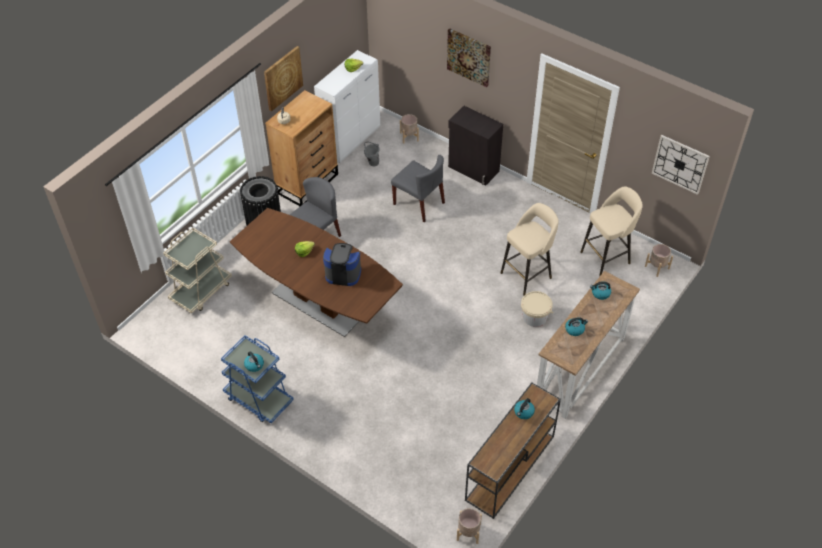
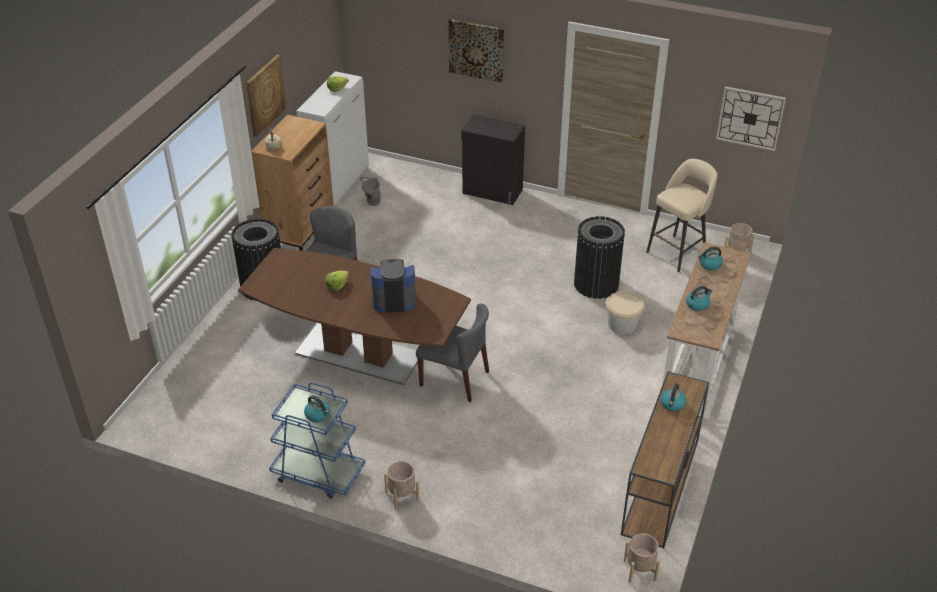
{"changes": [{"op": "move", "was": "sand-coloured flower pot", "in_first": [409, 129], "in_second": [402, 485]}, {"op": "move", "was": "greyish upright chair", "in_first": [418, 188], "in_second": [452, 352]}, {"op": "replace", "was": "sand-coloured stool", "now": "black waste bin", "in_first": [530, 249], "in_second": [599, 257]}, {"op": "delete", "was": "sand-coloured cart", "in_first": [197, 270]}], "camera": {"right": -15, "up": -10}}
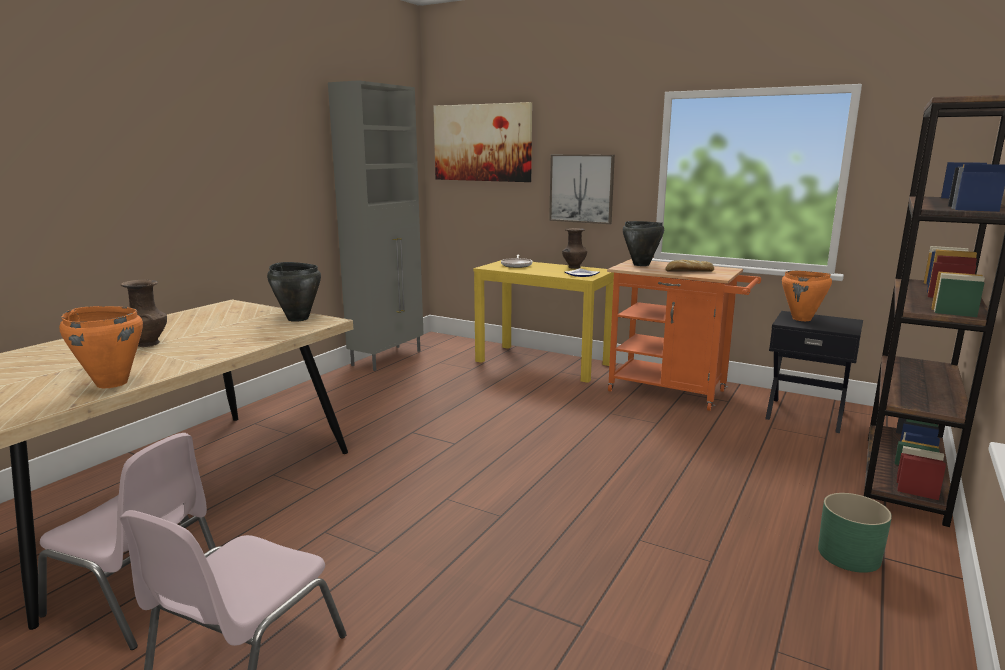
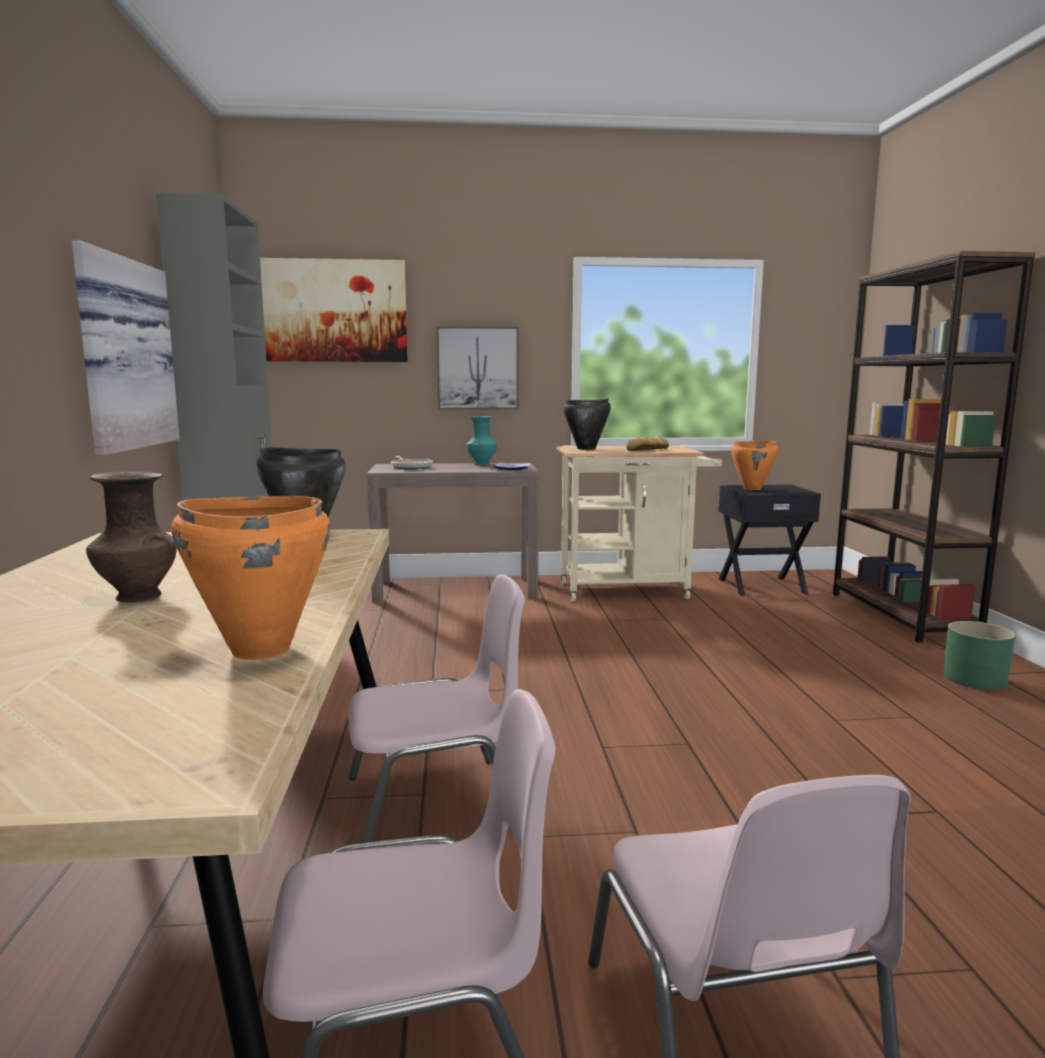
{"changes": [{"op": "recolor", "was": "brownish decorative vase", "now": "turquoise-coloured decorative vase", "in_first": [574, 248], "in_second": [481, 440]}, {"op": "recolor", "was": "orangey cart", "now": "sand-coloured cart", "in_first": [684, 335], "in_second": [639, 524]}, {"op": "recolor", "was": "yellow narrow table", "now": "brownish narrow table", "in_first": [543, 321], "in_second": [453, 532]}, {"op": "insert", "now": "wall art", "in_second": [126, 348]}, {"op": "insert", "now": "pink-coloured upright chair", "in_second": [436, 708]}], "camera": {"right": -35, "up": -5}}
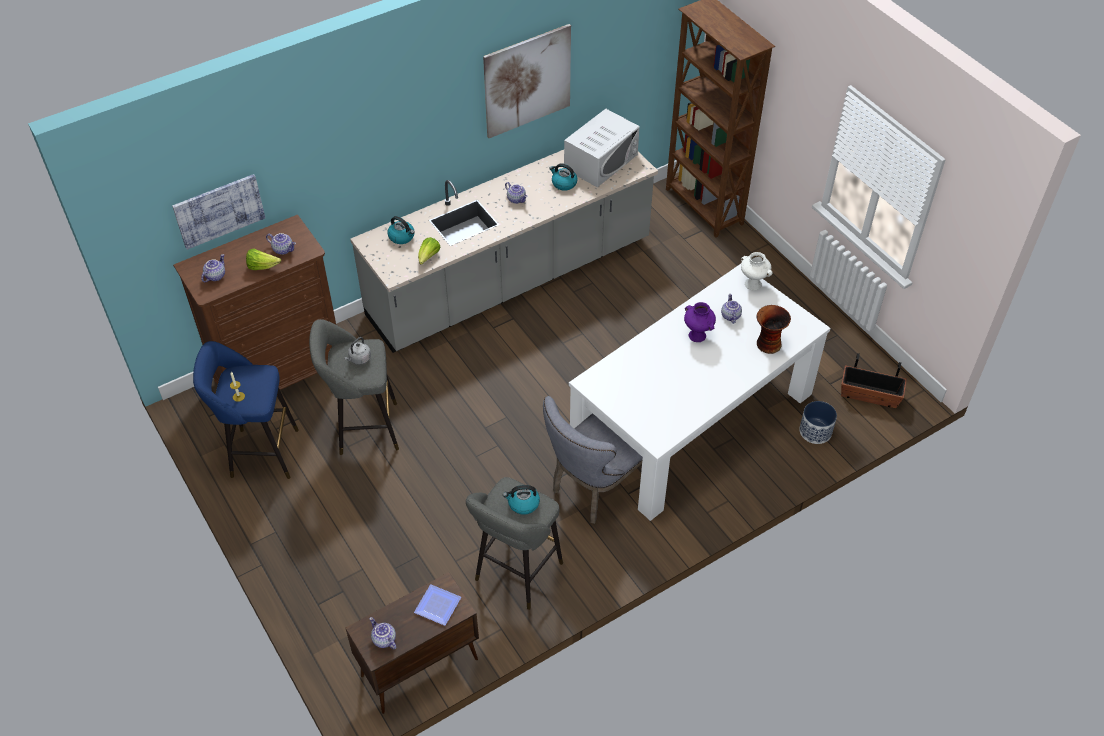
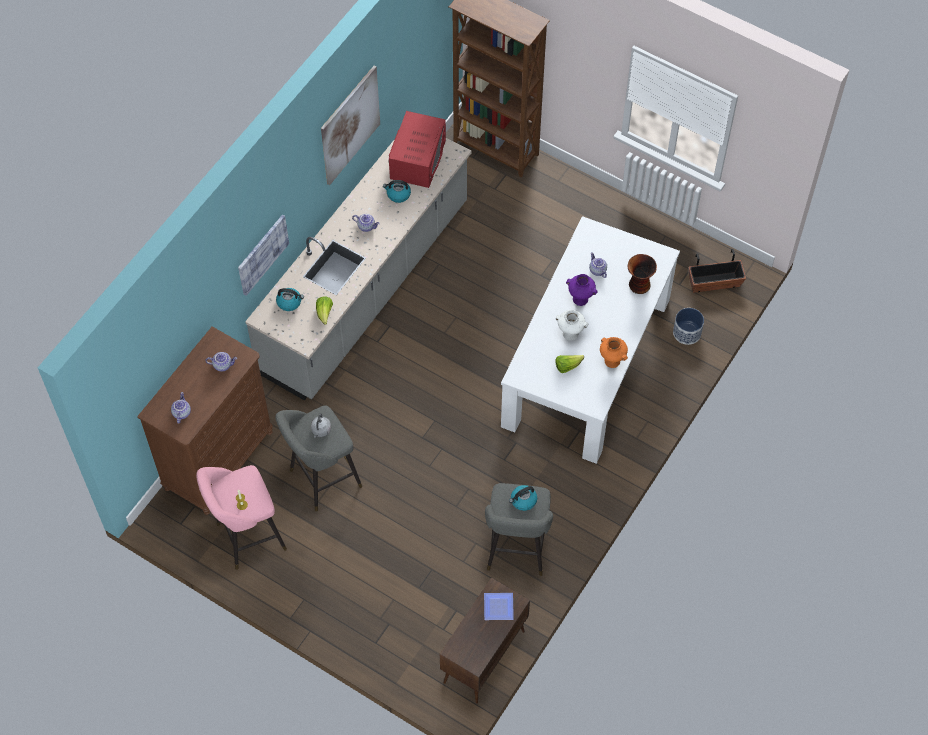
{"changes": [{"op": "recolor", "was": "white microwave", "now": "reddish microwave", "in_first": [602, 148], "in_second": [417, 149]}, {"op": "move", "was": "wall art", "in_first": [218, 212], "in_second": [263, 255]}, {"op": "move", "was": "head of lettuce", "in_first": [263, 259], "in_second": [569, 364]}, {"op": "move", "was": "white decorative vase", "in_first": [757, 271], "in_second": [572, 325]}, {"op": "recolor", "was": "blue-coloured stool", "now": "pink-coloured stool", "in_first": [246, 410], "in_second": [241, 517]}, {"op": "delete", "was": "greyish upright chair", "in_first": [593, 460]}, {"op": "delete", "was": "pot for tea", "in_first": [383, 633]}, {"op": "insert", "now": "orangey decorative vase", "in_second": [614, 352]}], "camera": {"right": -25, "up": 10}}
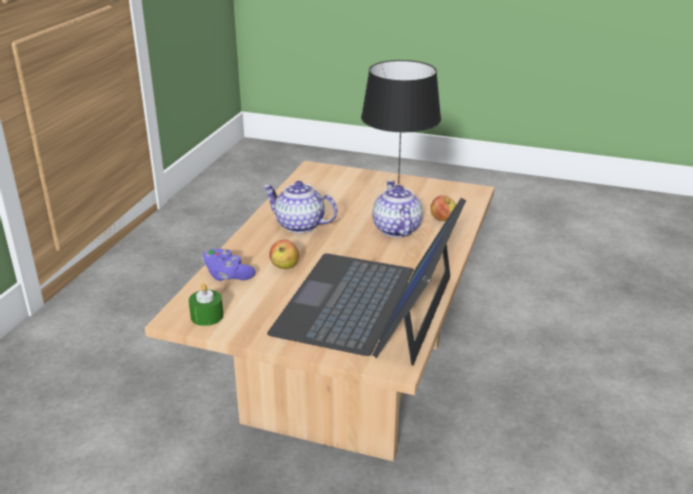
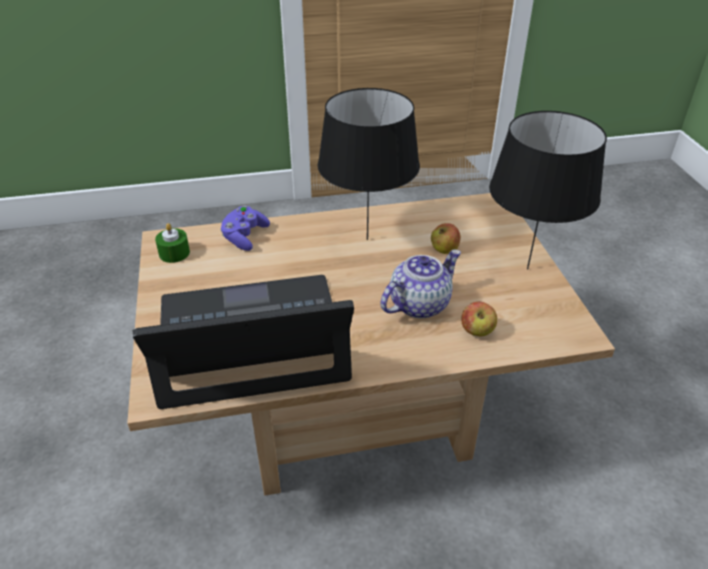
{"changes": [{"op": "replace", "was": "pot for tea", "now": "black tabletop lamp", "in_first": [300, 207], "in_second": [369, 164]}, {"op": "move", "was": "whole apple", "in_first": [284, 254], "in_second": [446, 238]}], "camera": {"right": 60, "up": 10}}
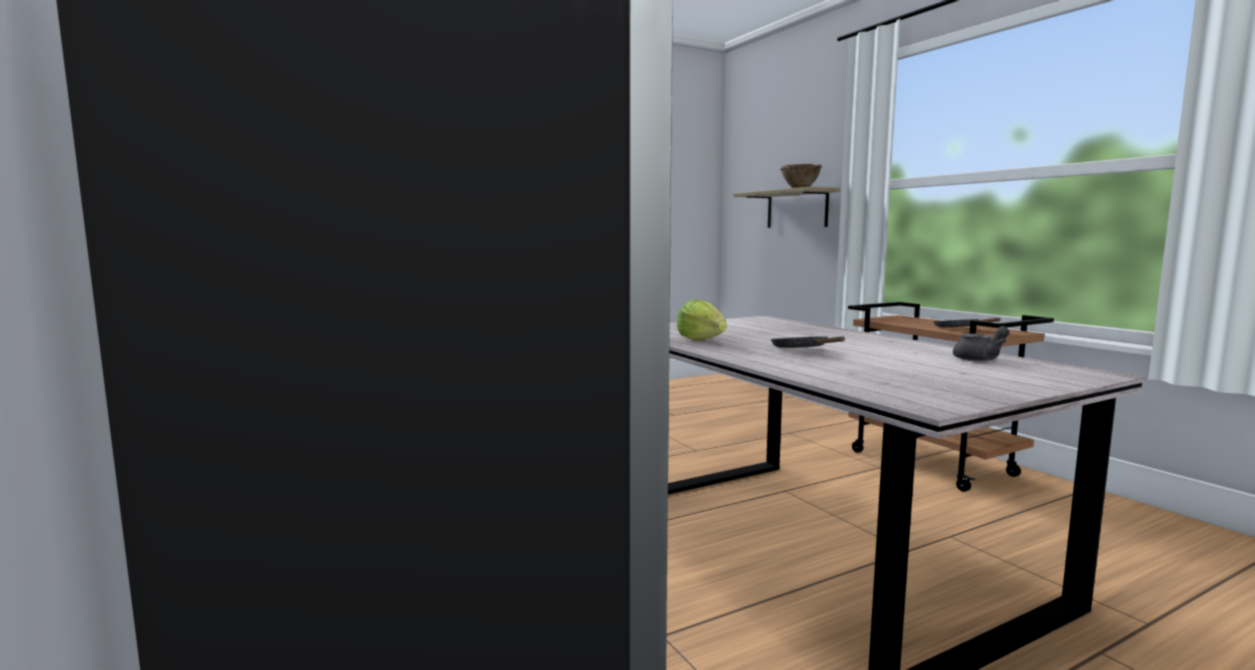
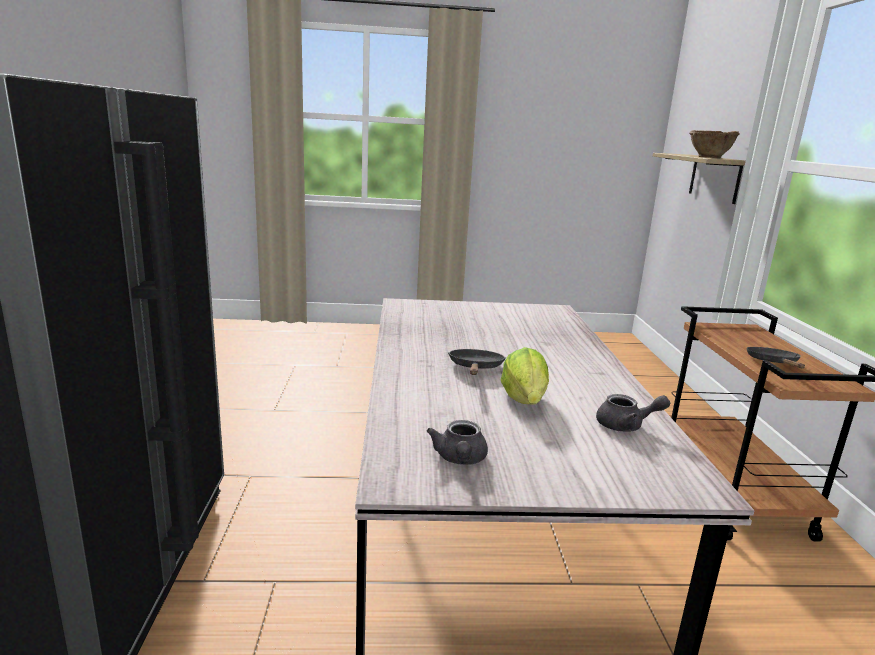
{"changes": [{"op": "move", "was": "head of lettuce", "in_first": [702, 319], "in_second": [525, 375]}, {"op": "insert", "now": "greyish pot for tea", "in_second": [457, 442]}], "camera": {"right": 25, "up": 10}}
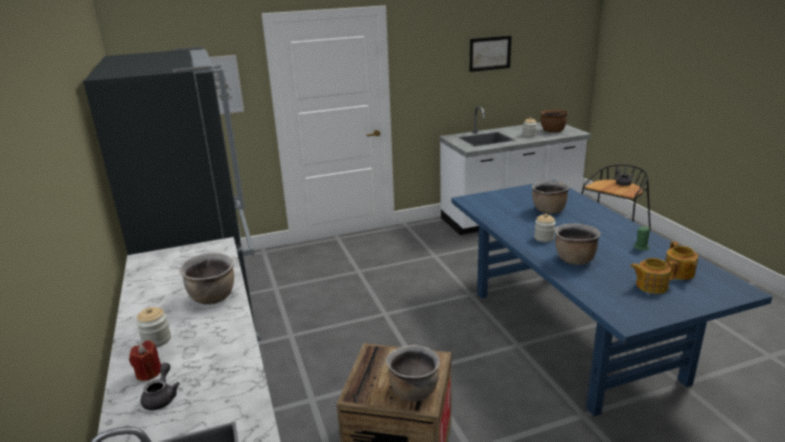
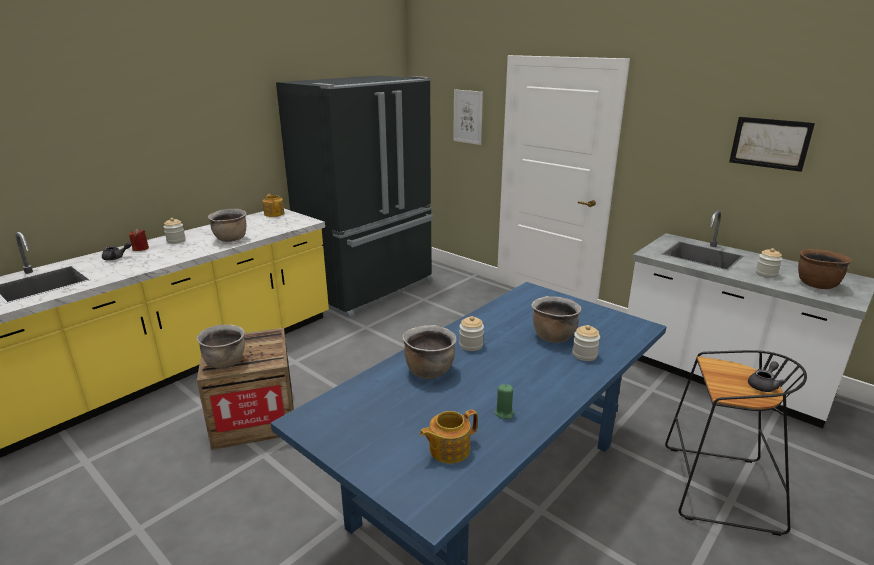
{"changes": [{"op": "move", "was": "pot for tea", "in_first": [654, 276], "in_second": [273, 205]}, {"op": "insert", "now": "preserve jar", "in_second": [586, 343]}], "camera": {"right": 60, "up": 0}}
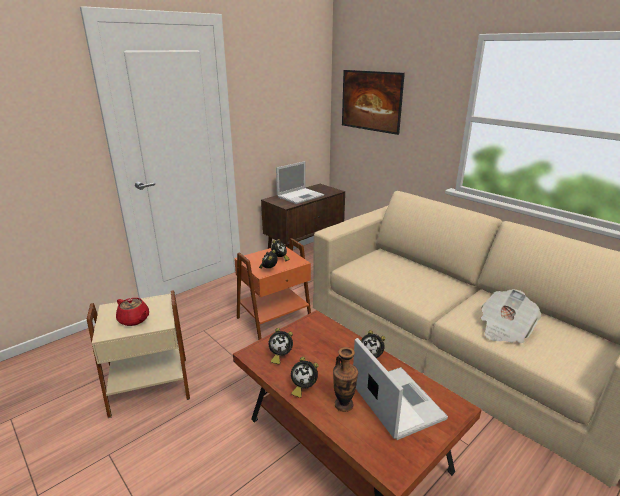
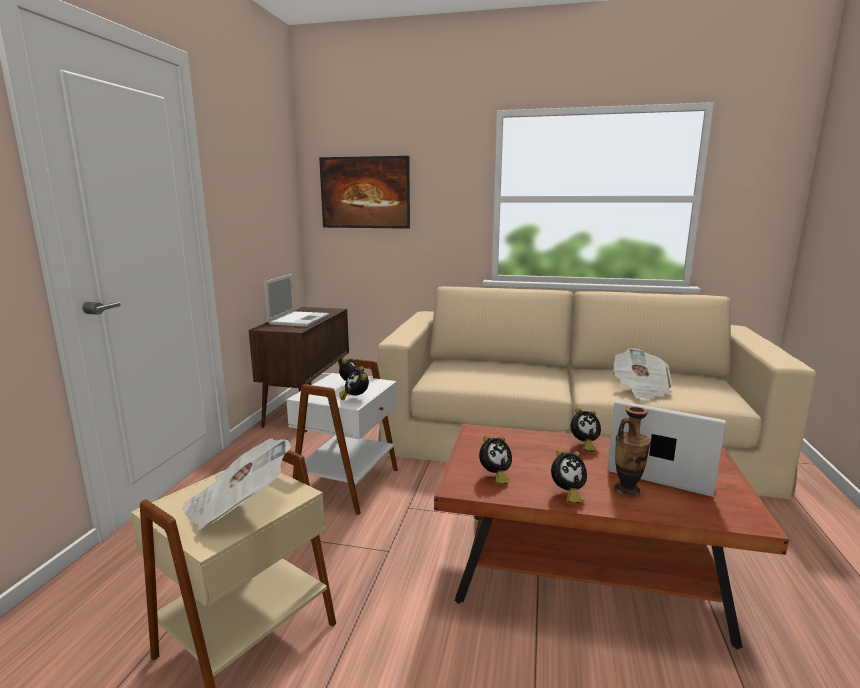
{"changes": [{"op": "recolor", "was": "orangey side table", "now": "white side table", "in_first": [272, 289], "in_second": [342, 436]}, {"op": "replace", "was": "reddish pot for tea", "now": "newspaper", "in_first": [132, 312], "in_second": [236, 484]}], "camera": {"right": -35, "up": -10}}
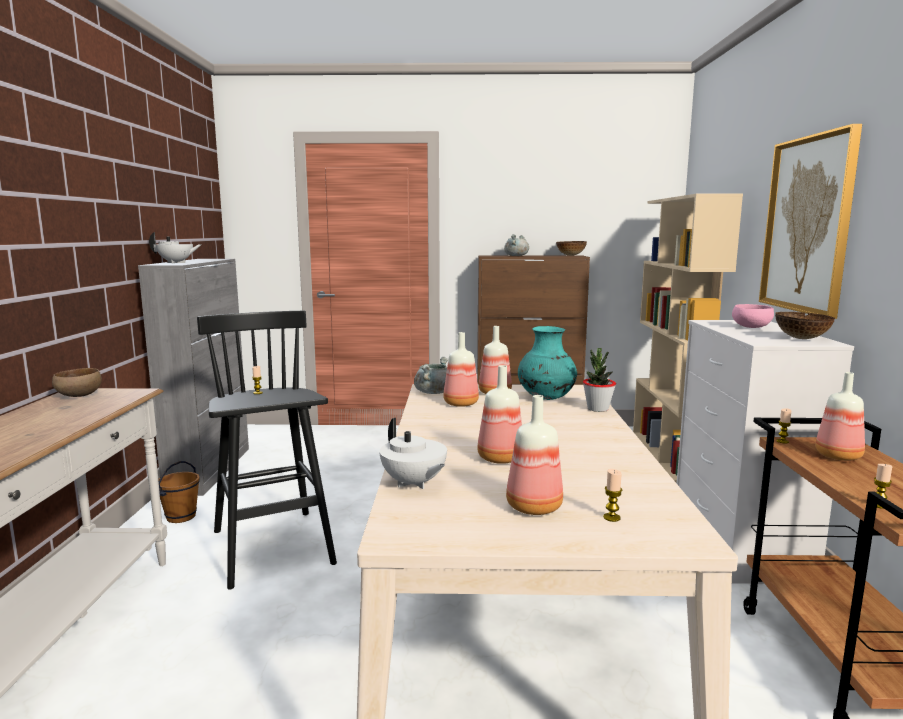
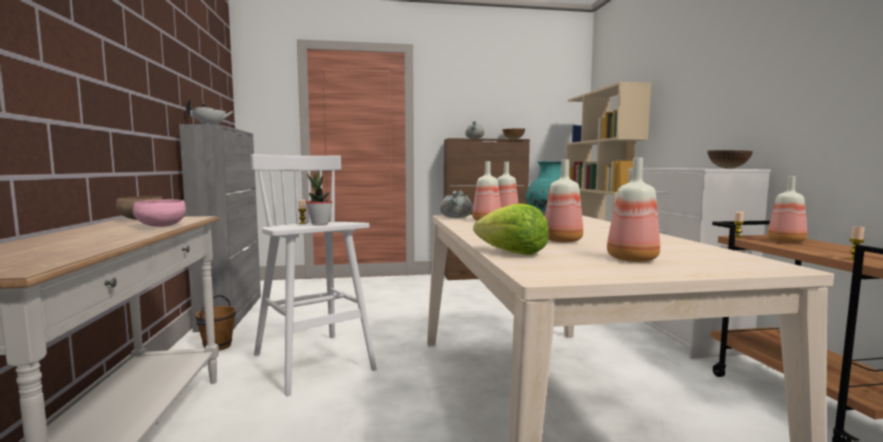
{"changes": [{"op": "delete", "was": "wall art", "in_first": [810, 221]}, {"op": "move", "was": "pink-coloured serving bowl", "in_first": [753, 316], "in_second": [159, 213]}, {"op": "recolor", "was": "black stool", "now": "white stool", "in_first": [267, 450], "in_second": [313, 275]}, {"op": "move", "was": "potted plant", "in_first": [599, 380], "in_second": [319, 199]}, {"op": "replace", "was": "white pot for tea", "now": "head of lettuce", "in_first": [413, 453], "in_second": [511, 229]}, {"op": "delete", "was": "candle", "in_first": [612, 495]}], "camera": {"right": -10, "up": -5}}
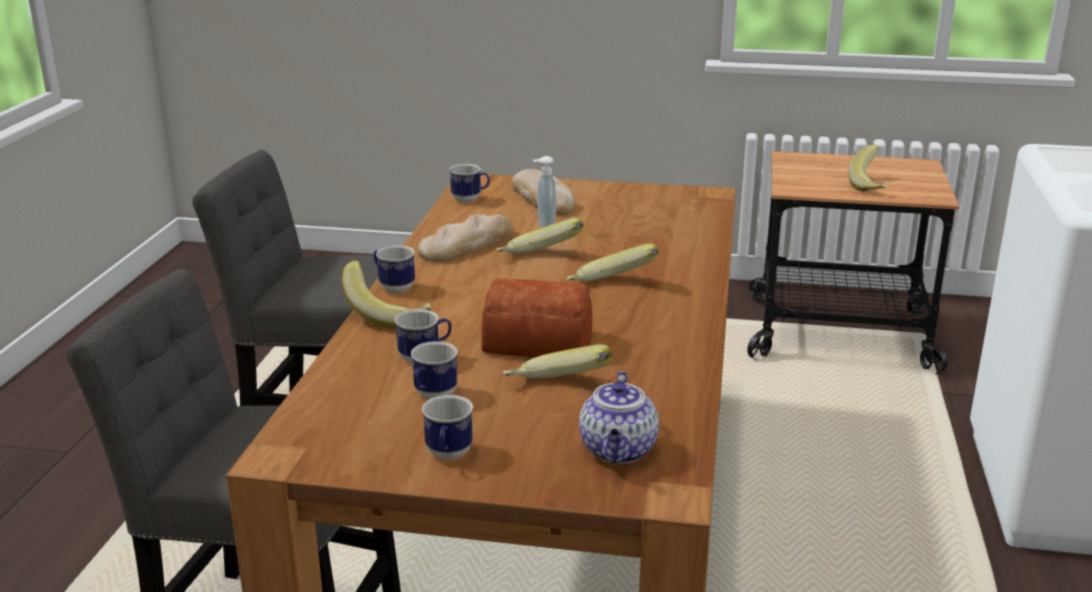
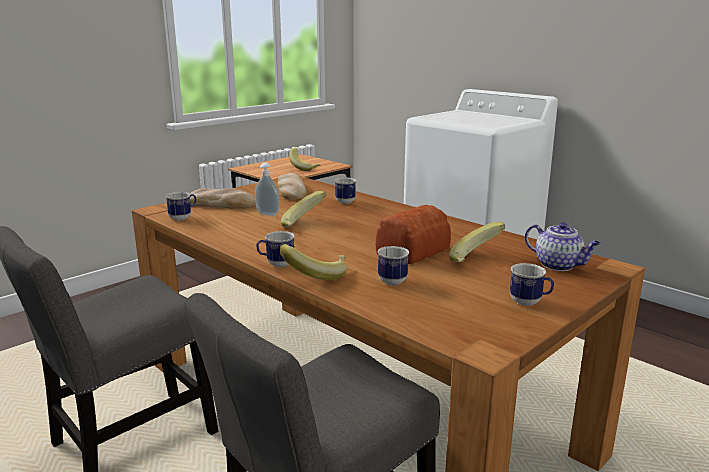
{"changes": [{"op": "move", "was": "bakery bread", "in_first": [465, 238], "in_second": [292, 186]}, {"op": "delete", "was": "banana", "in_first": [613, 262]}, {"op": "move", "was": "mug", "in_first": [434, 370], "in_second": [345, 191]}], "camera": {"right": -55, "up": -5}}
